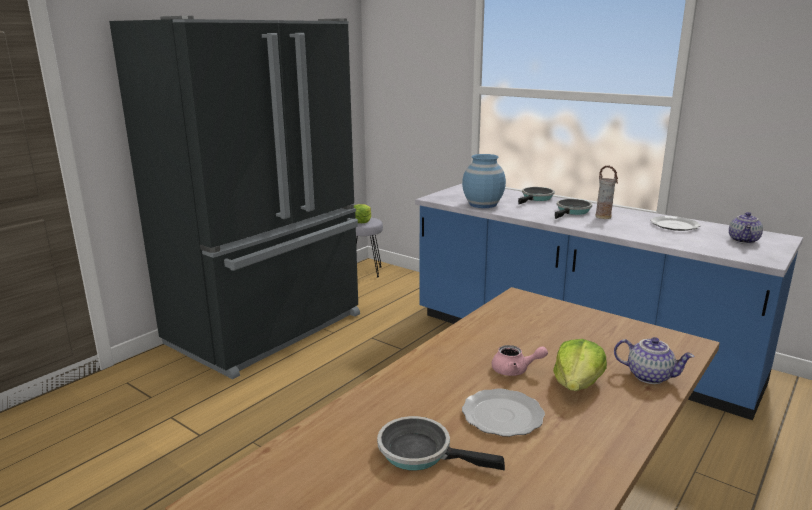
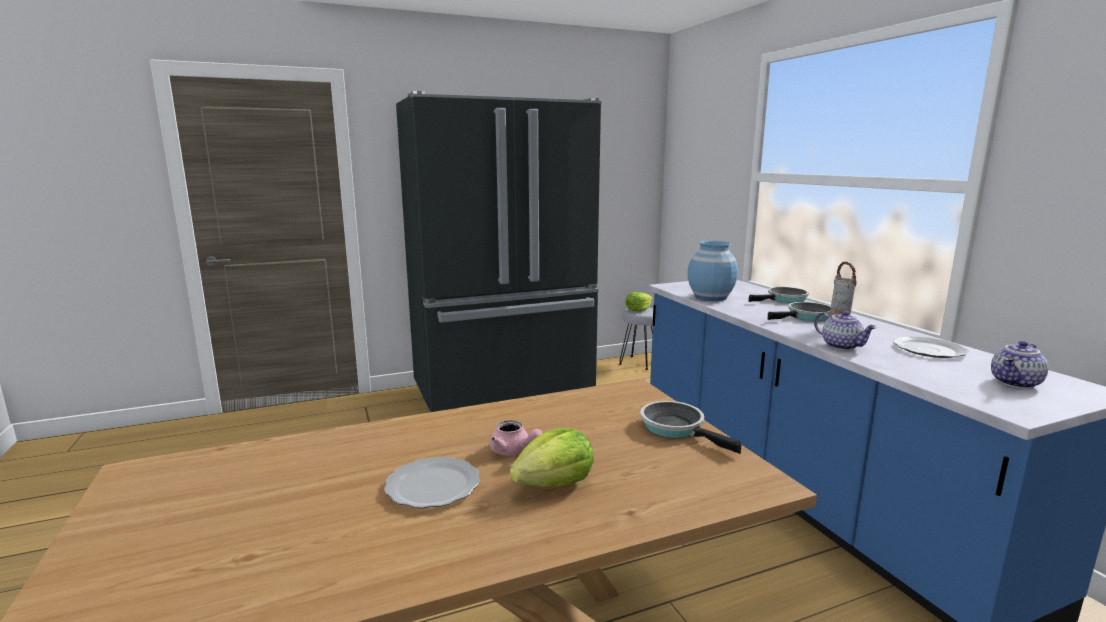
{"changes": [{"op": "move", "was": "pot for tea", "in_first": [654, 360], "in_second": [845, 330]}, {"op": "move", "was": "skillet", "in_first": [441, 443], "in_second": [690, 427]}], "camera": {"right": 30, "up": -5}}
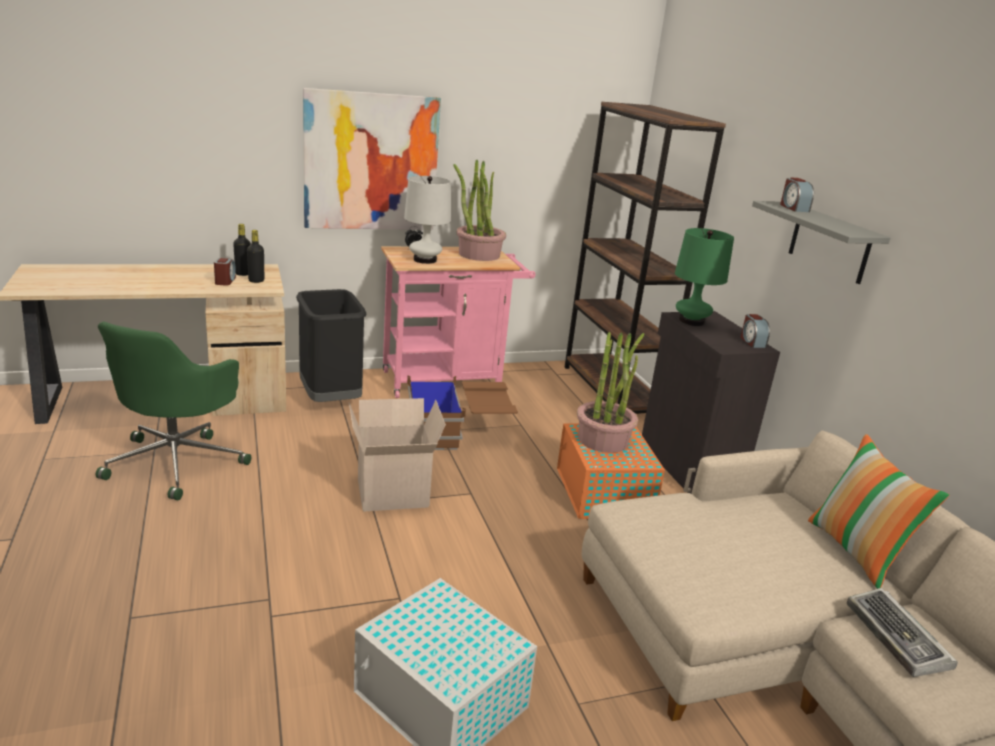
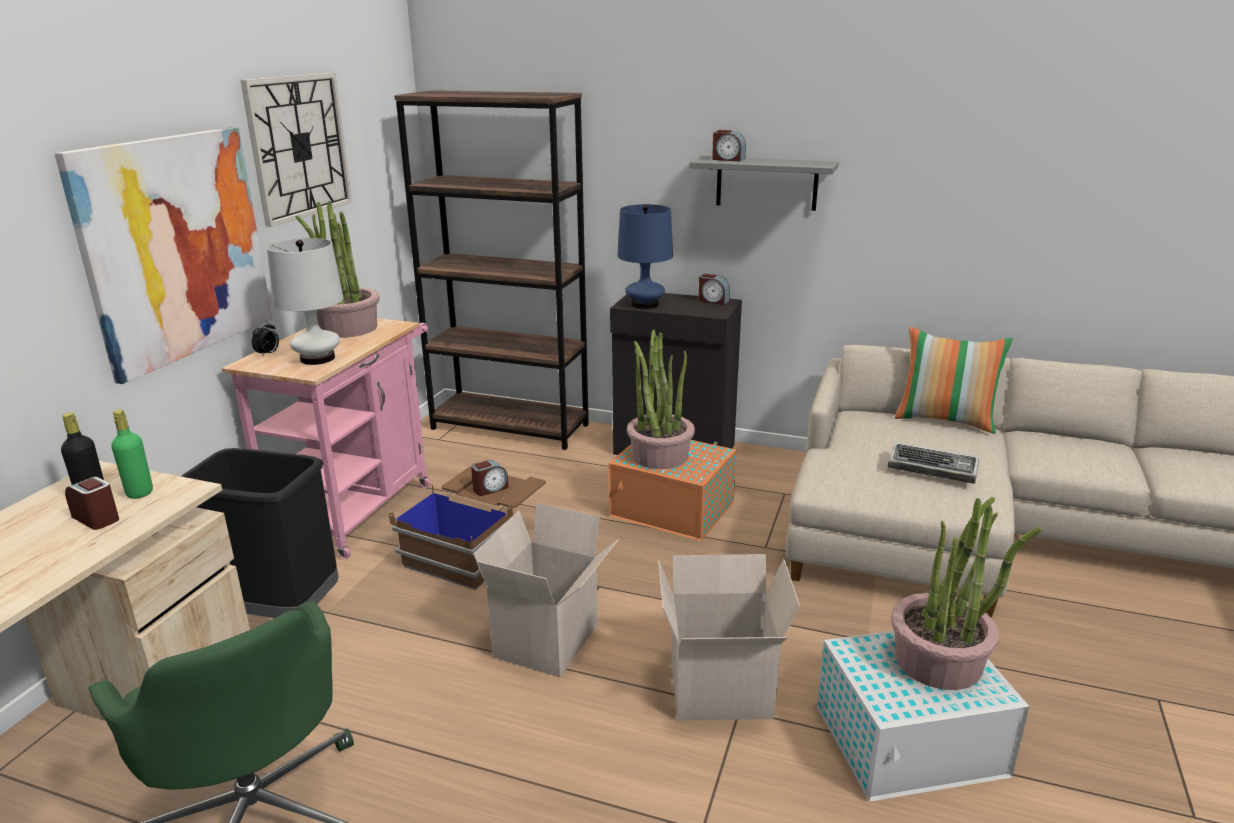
{"changes": [{"op": "recolor", "was": "green tabletop lamp", "now": "blue-coloured tabletop lamp", "in_first": [704, 277], "in_second": [645, 256]}, {"op": "recolor", "was": "black drink bottle", "now": "green drink bottle", "in_first": [255, 256], "in_second": [132, 454]}, {"op": "move", "was": "computer keyboard", "in_first": [902, 632], "in_second": [933, 463]}, {"op": "insert", "now": "hanging clock", "in_second": [296, 150]}, {"op": "insert", "now": "bedside clock", "in_second": [490, 478]}, {"op": "insert", "now": "potted plant", "in_second": [966, 593]}, {"op": "insert", "now": "carton", "in_second": [729, 637]}], "camera": {"right": -50, "up": 0}}
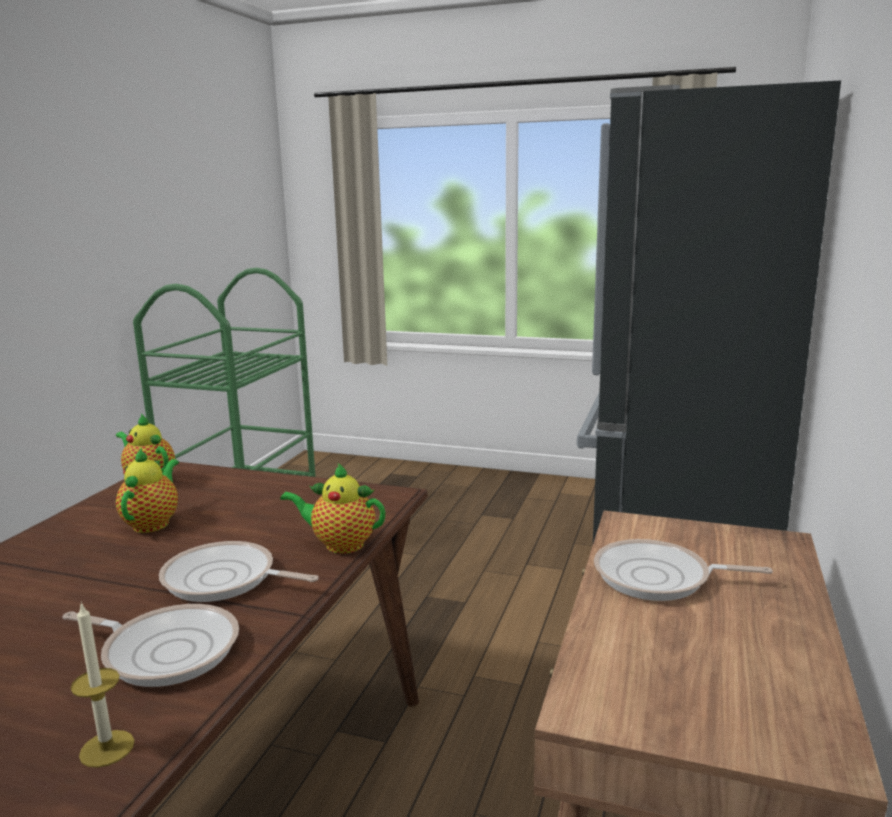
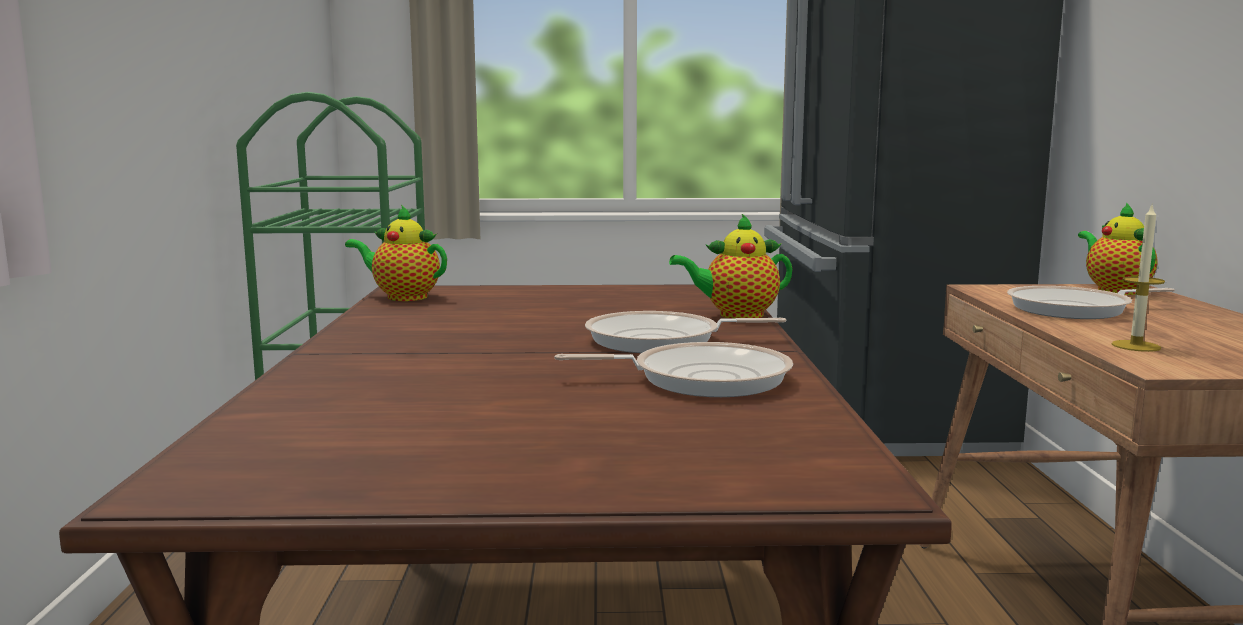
{"changes": [{"op": "move", "was": "pot for tea", "in_first": [147, 490], "in_second": [1118, 248]}, {"op": "move", "was": "candle", "in_first": [103, 685], "in_second": [1138, 278]}], "camera": {"right": -20, "up": -5}}
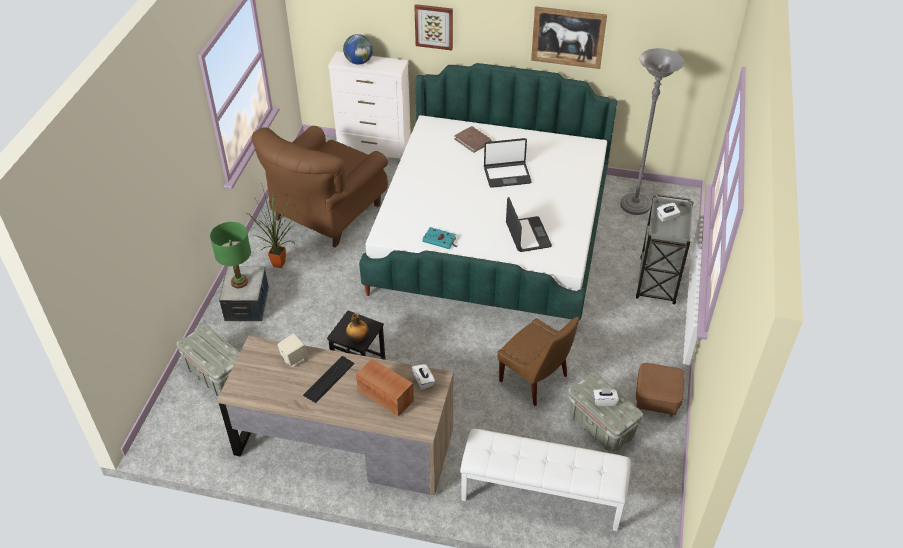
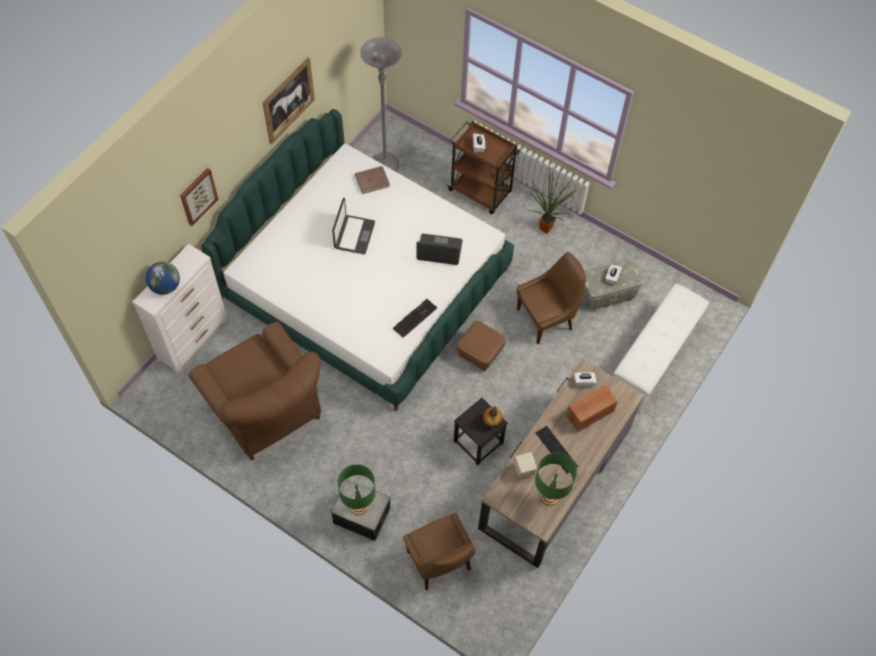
{"changes": [{"op": "move", "was": "brownish bound book", "in_first": [473, 139], "in_second": [372, 180]}, {"op": "move", "was": "potted plant", "in_first": [271, 224], "in_second": [552, 198]}, {"op": "recolor", "was": "greyish cart", "now": "brownish cart", "in_first": [665, 249], "in_second": [483, 167]}, {"op": "replace", "was": "turquoise-coloured bound book", "now": "computer keyboard", "in_first": [439, 238], "in_second": [415, 318]}, {"op": "replace", "was": "greyish storage container", "now": "brownish upright chair", "in_first": [208, 360], "in_second": [439, 551]}, {"op": "move", "was": "brownish footrest", "in_first": [660, 390], "in_second": [481, 346]}, {"op": "insert", "now": "green tabletop lamp", "in_second": [556, 479]}], "camera": {"right": -70, "up": 15}}
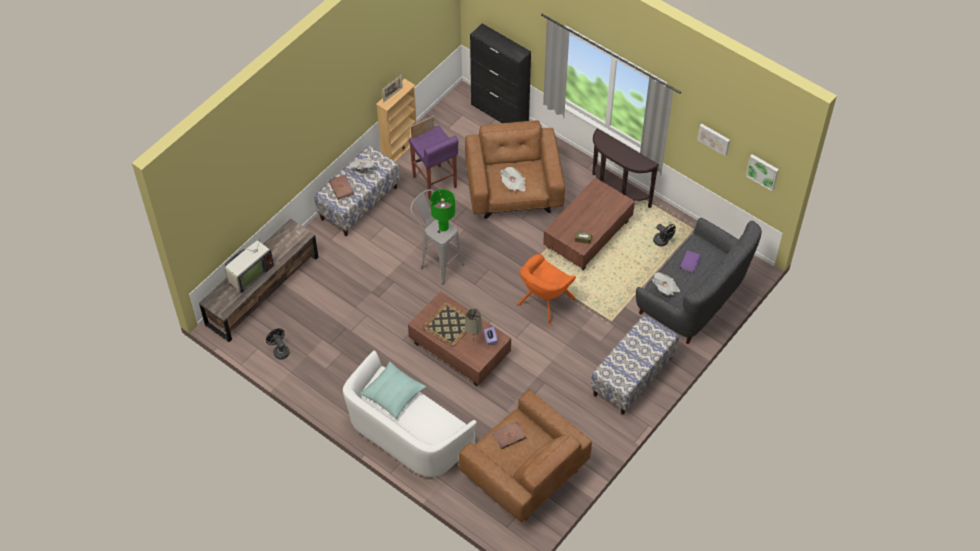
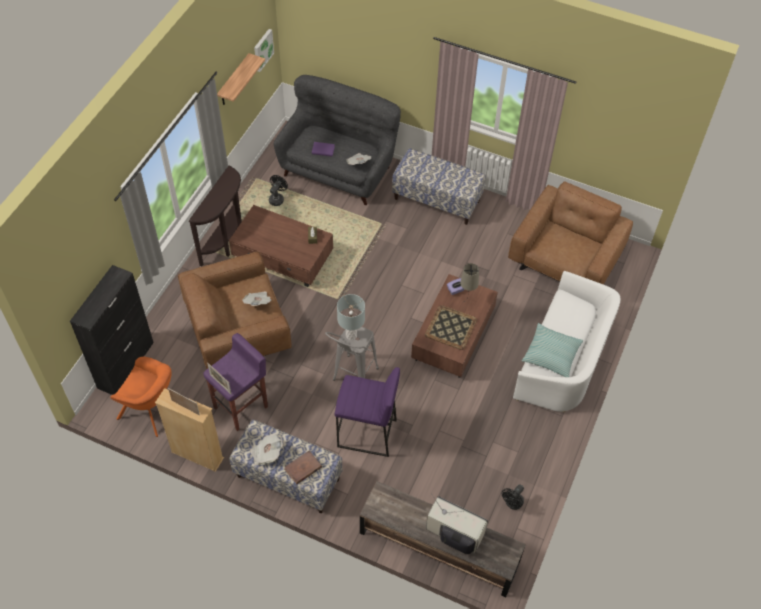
{"changes": [{"op": "replace", "was": "wall art", "now": "bracket shelf", "in_first": [713, 140], "in_second": [241, 79]}, {"op": "recolor", "was": "green tabletop lamp", "now": "greyish tabletop lamp", "in_first": [442, 210], "in_second": [351, 317]}, {"op": "move", "was": "orangey armchair", "in_first": [546, 290], "in_second": [140, 397]}, {"op": "delete", "was": "brownish bound book", "in_first": [509, 435]}, {"op": "insert", "now": "purplish stool", "in_second": [367, 412]}], "camera": {"right": -105, "up": 0}}
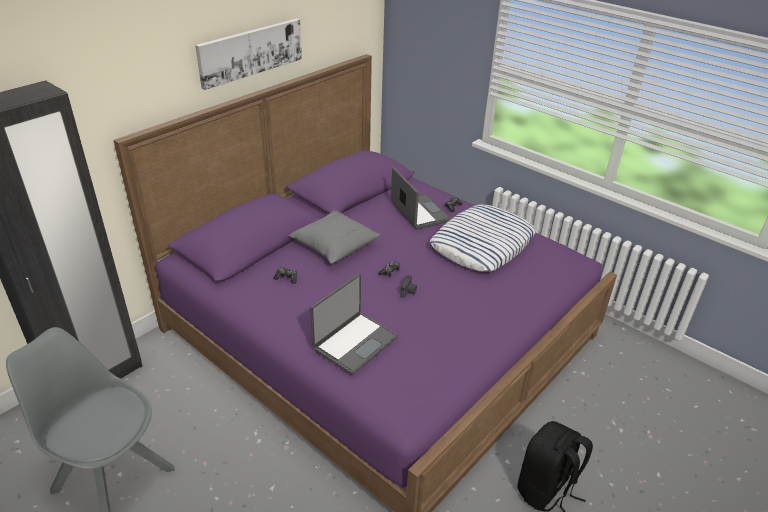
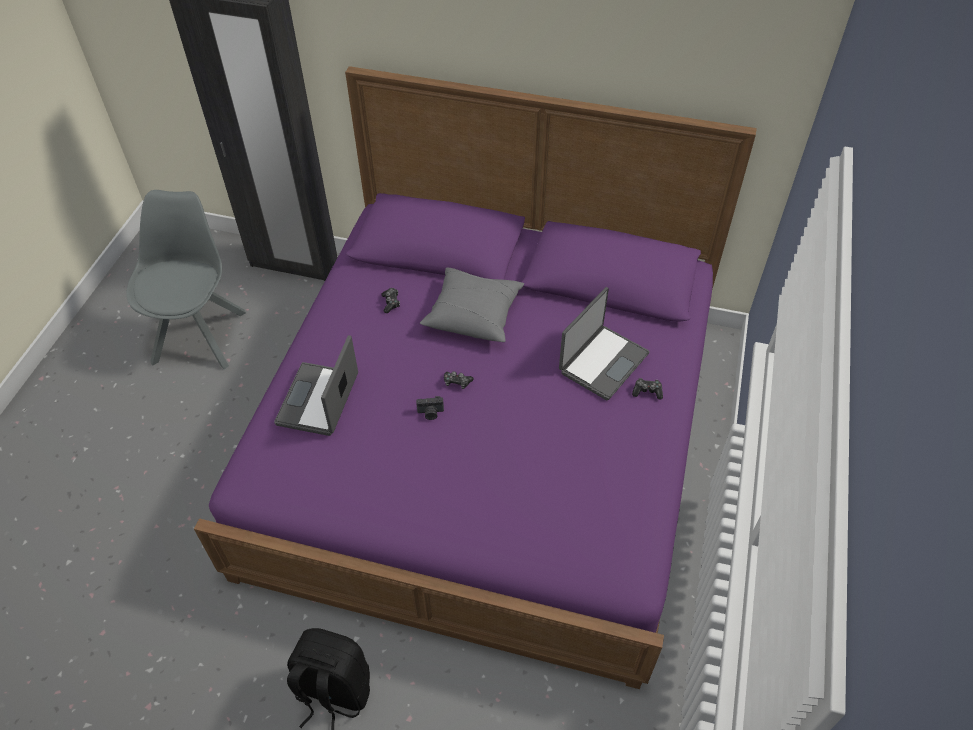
{"changes": [{"op": "delete", "was": "wall art", "in_first": [248, 54]}, {"op": "delete", "was": "cushion", "in_first": [483, 238]}, {"op": "rotate", "was": "notebook computer", "in_first": [354, 324], "in_second": [316, 385], "clockwise": 90}], "camera": {"right": 65, "up": 15}}
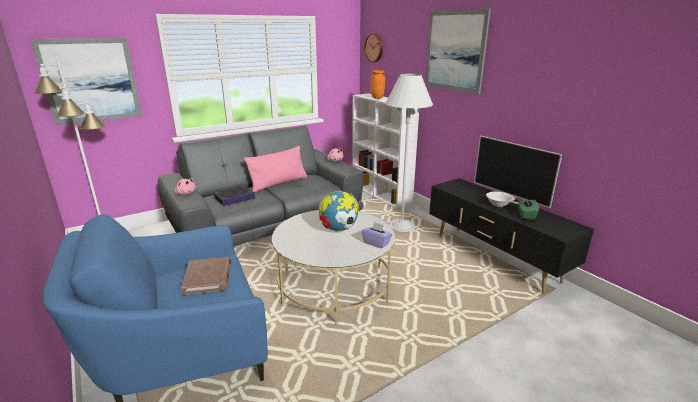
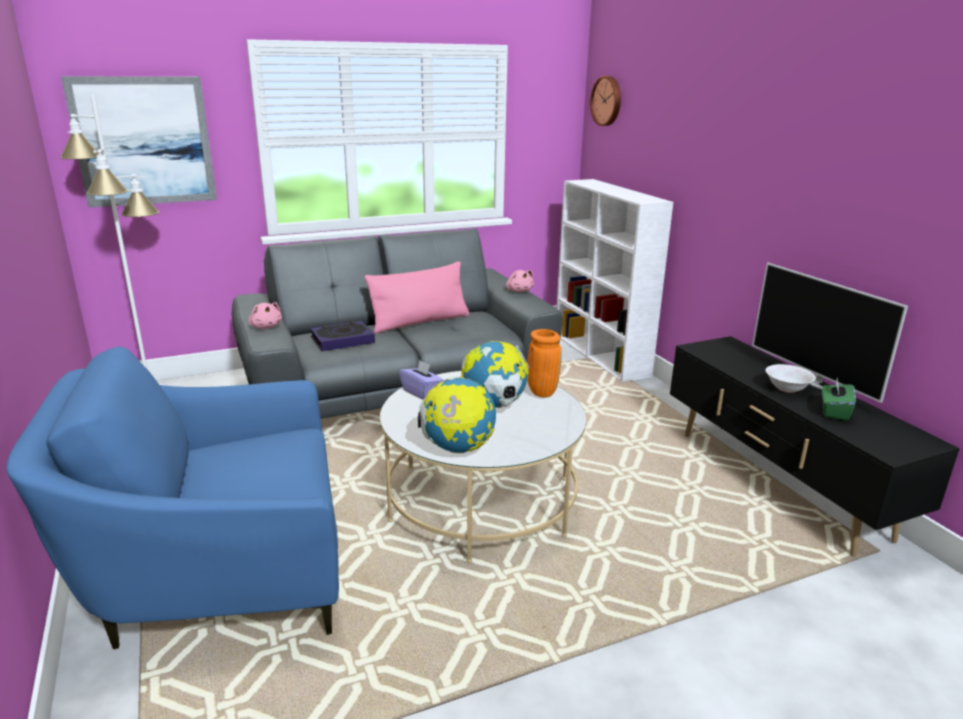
{"changes": [{"op": "delete", "was": "wall art", "in_first": [458, 51]}, {"op": "move", "was": "orangey decorative vase", "in_first": [377, 84], "in_second": [544, 363]}, {"op": "delete", "was": "white standing lamp", "in_first": [409, 153]}, {"op": "move", "was": "purplish box of tissues", "in_first": [377, 235], "in_second": [421, 379]}, {"op": "delete", "was": "brownish bound book", "in_first": [206, 276]}, {"op": "insert", "now": "desk globe", "in_second": [457, 415]}], "camera": {"right": 10, "up": 0}}
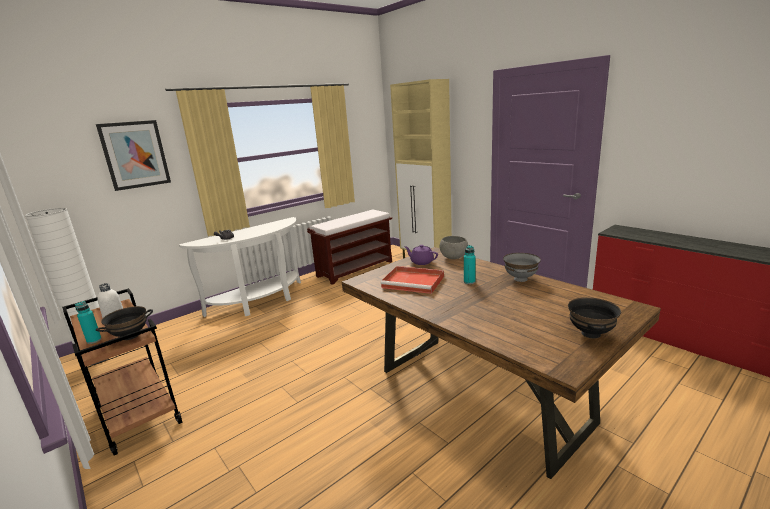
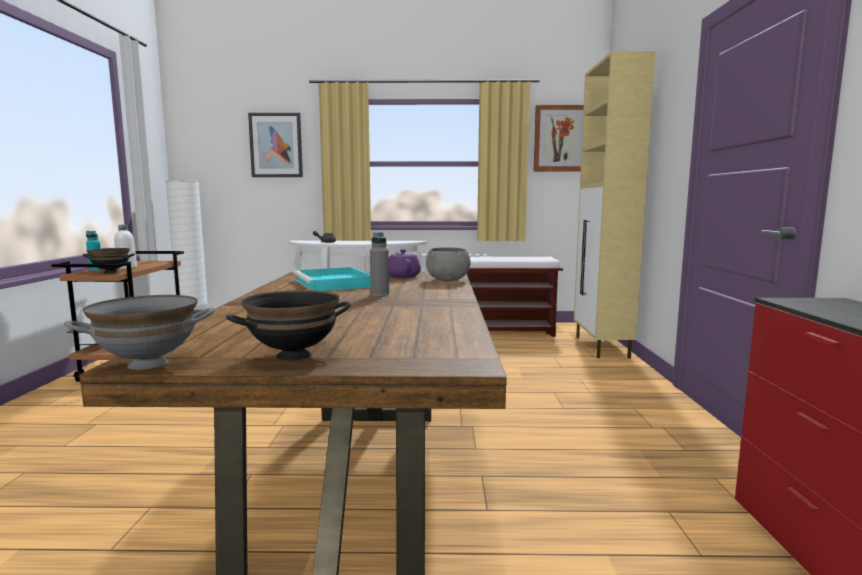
{"changes": [{"op": "recolor", "was": "turquoise-coloured drink bottle", "now": "greyish drink bottle", "in_first": [470, 264], "in_second": [379, 264]}, {"op": "move", "was": "greyish serving bowl", "in_first": [522, 267], "in_second": [139, 332]}, {"op": "recolor", "was": "reddish serving tray", "now": "turquoise-coloured serving tray", "in_first": [412, 280], "in_second": [332, 279]}, {"op": "insert", "now": "wall art", "in_second": [558, 138]}], "camera": {"right": 40, "up": -10}}
